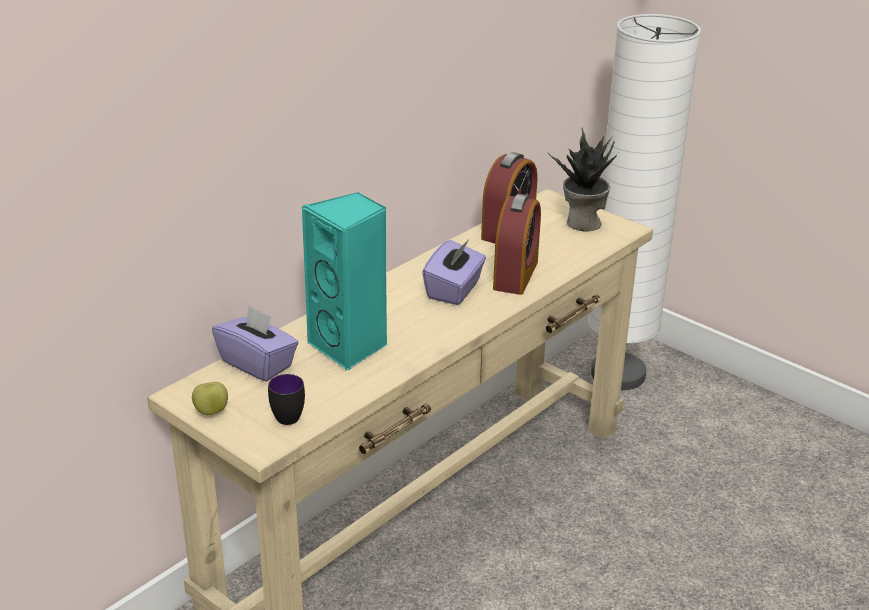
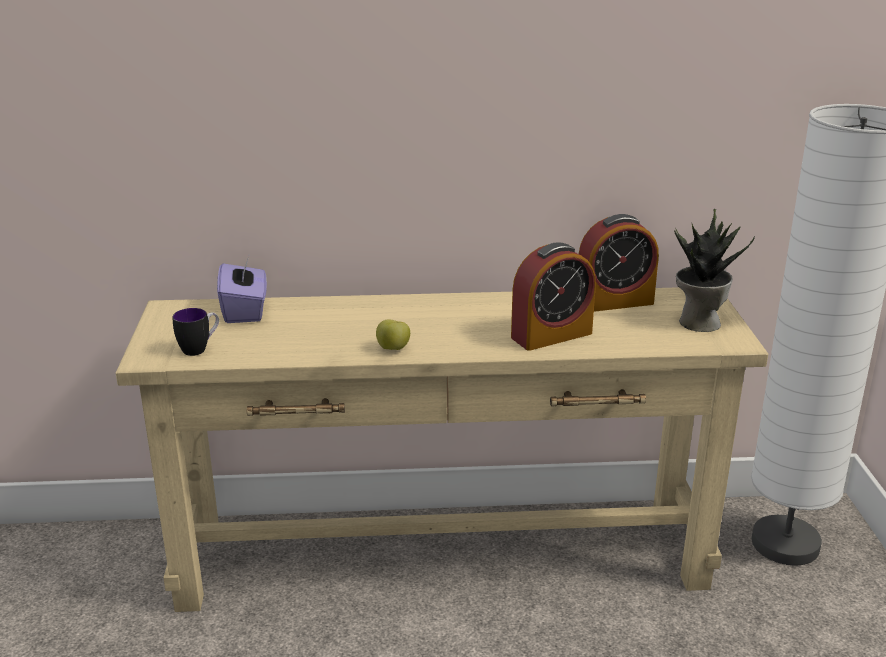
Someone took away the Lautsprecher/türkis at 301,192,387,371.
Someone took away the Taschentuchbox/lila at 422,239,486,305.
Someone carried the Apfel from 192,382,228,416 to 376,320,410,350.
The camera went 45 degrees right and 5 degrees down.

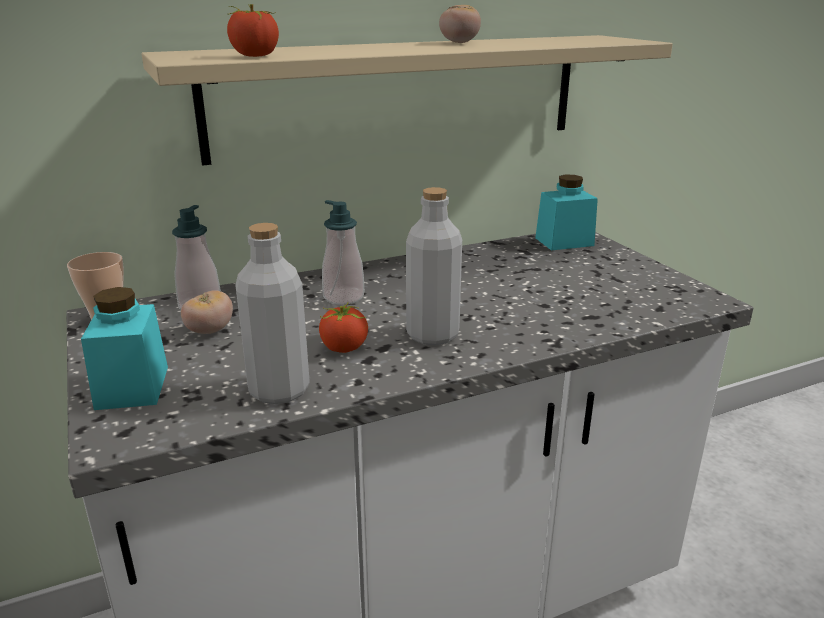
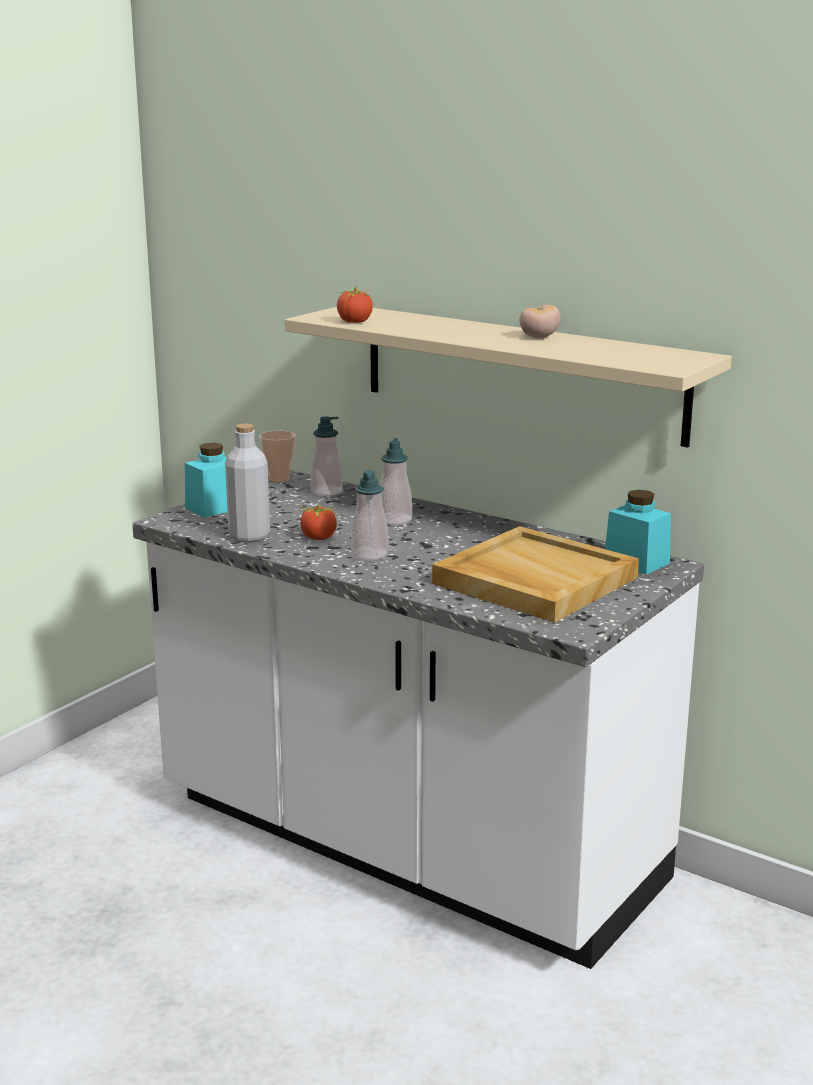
Someone swapped the Flasche/grau at 406,187,462,345 for the Seifenspender at 351,470,388,561.
Someone took away the Tomate at 181,290,233,334.
Someone put down the Tablett/beige at 432,526,639,623.
The camera went 60 degrees right and 5 degrees down.

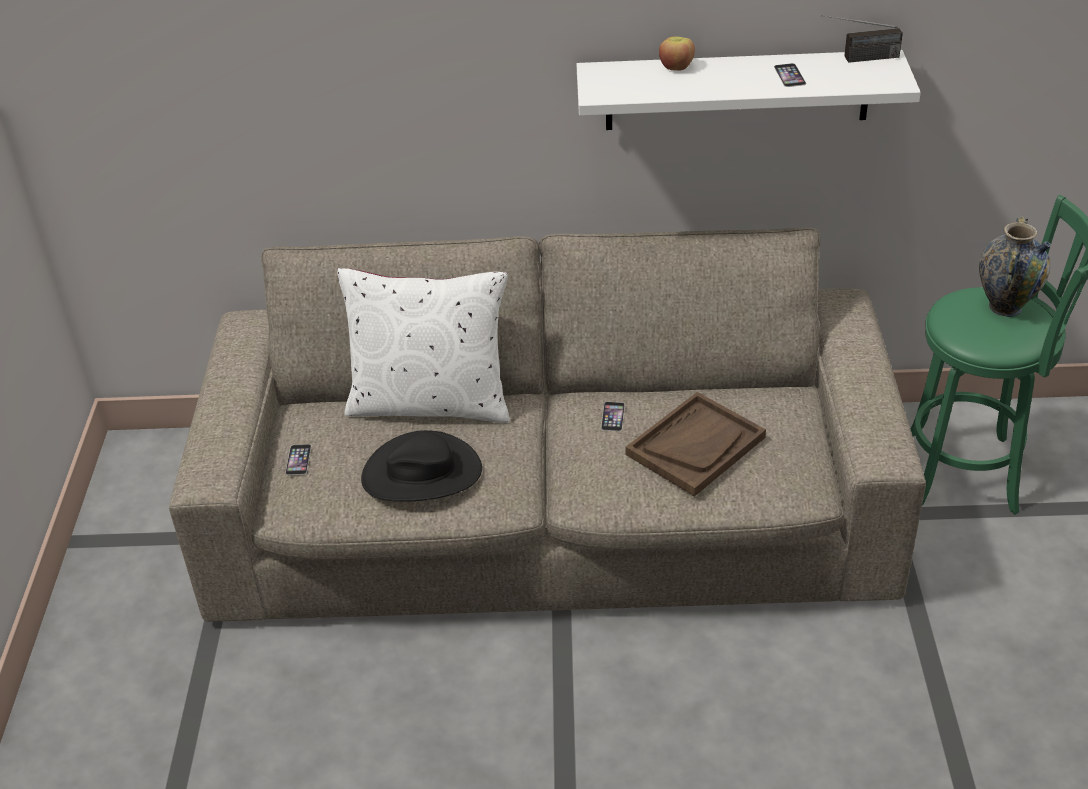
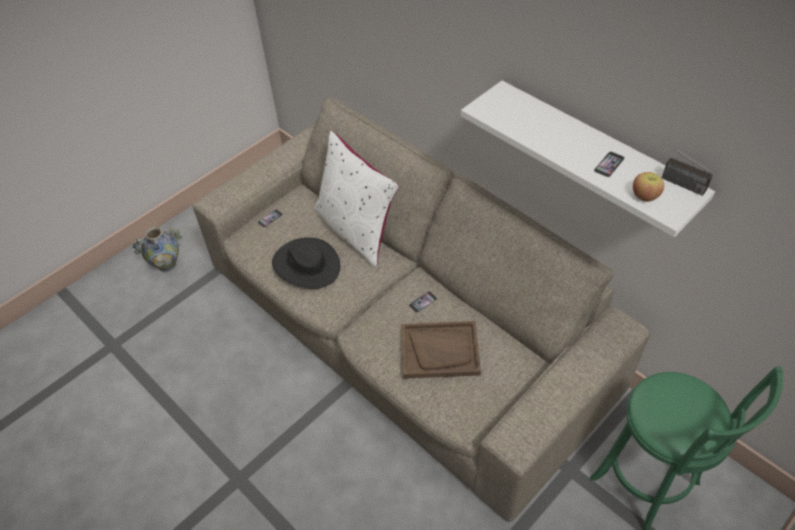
Someone carried the Apfel from 659,37,695,71 to 633,172,664,202.
Someone carried the Vase from 979,216,1051,317 to 132,227,182,273.
The camera went 45 degrees right and 10 degrees up.

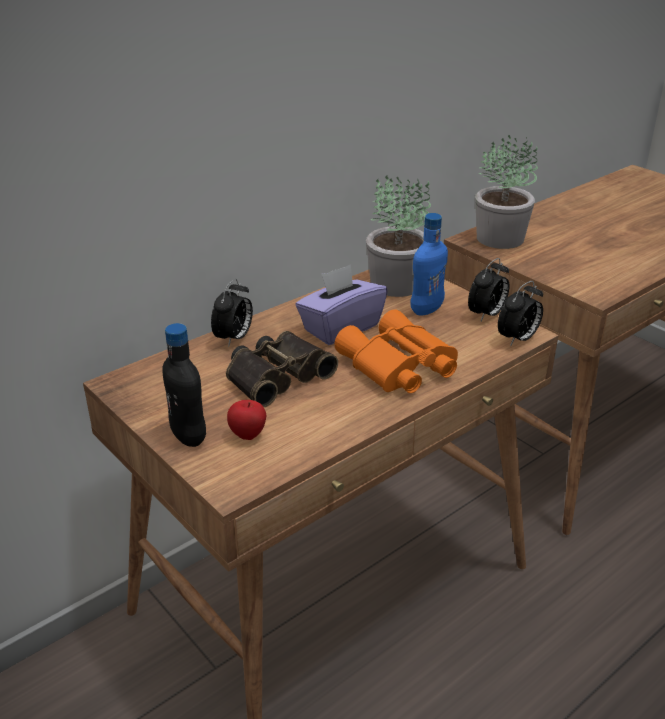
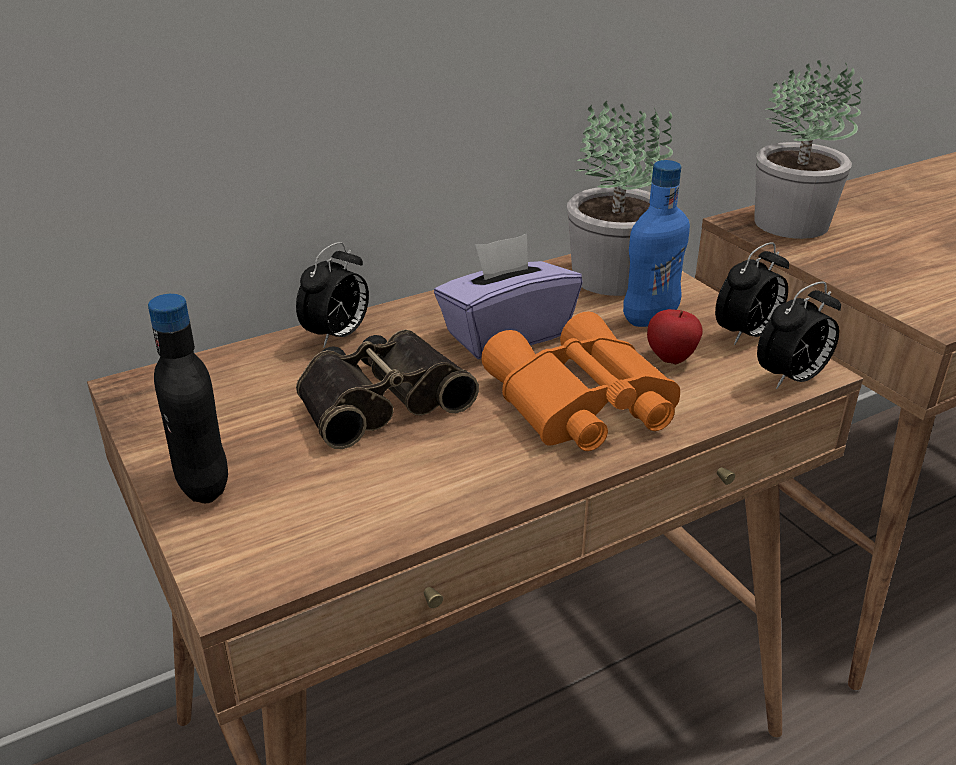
Someone carried the Apfel from 227,400,266,440 to 647,309,703,364.
The camera went 10 degrees right and 0 degrees up.

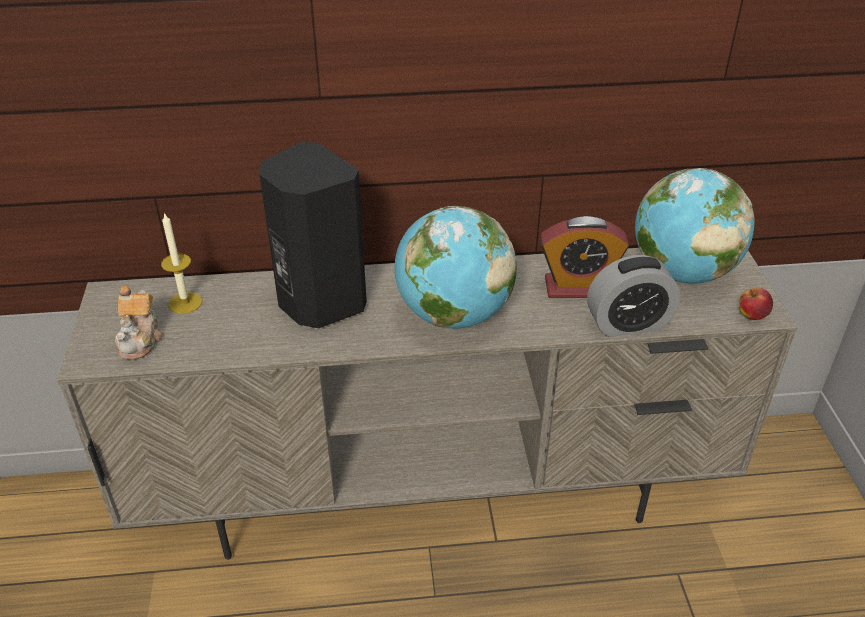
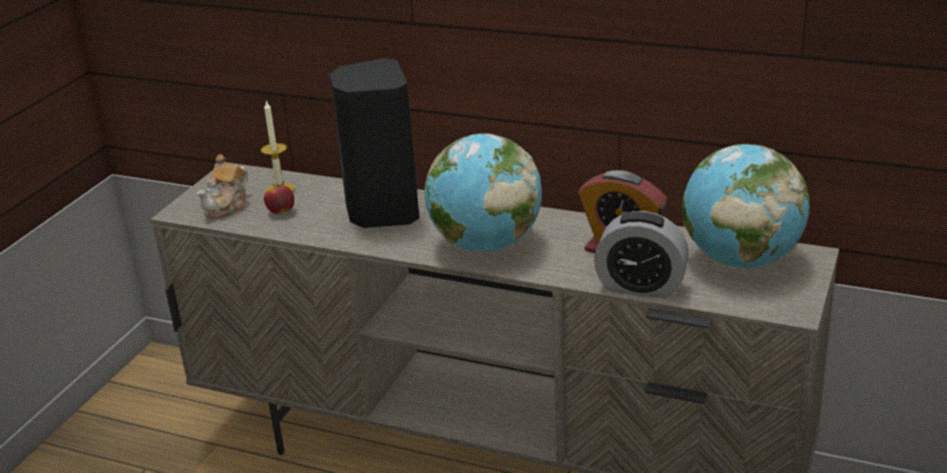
Someone carried the Apfel from 739,288,773,320 to 264,184,294,214.
The camera went 30 degrees right and 10 degrees down.

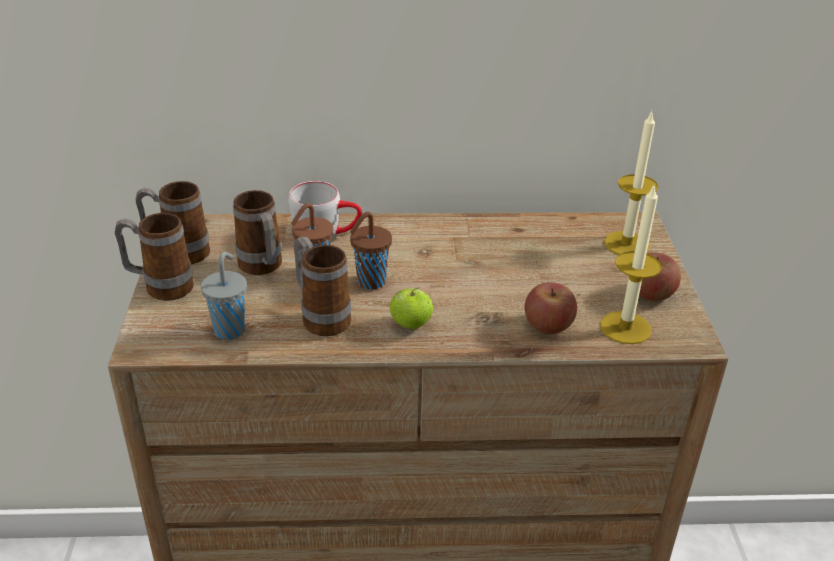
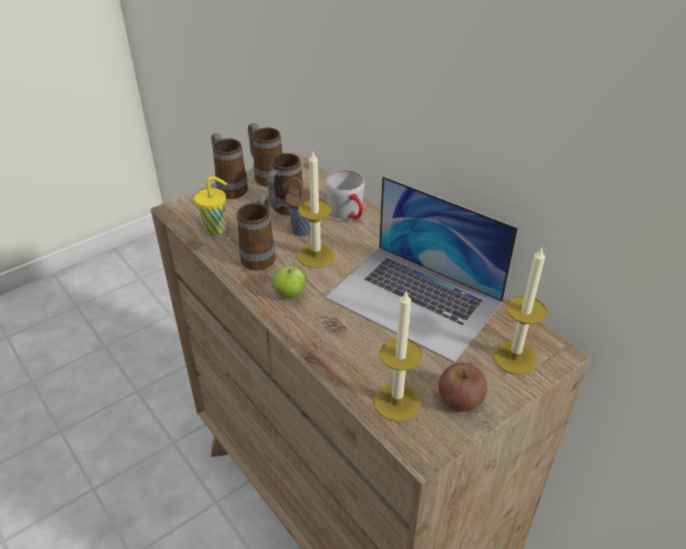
Someone swapped the Tasse/braun at 350,212,392,290 for the Kerze at 298,152,335,268.
Someone repainted the Tasse/grau at 201,252,247,340, which became the Tasse/gelb at 194,176,227,236.
Someone took away the Apfel at 525,282,577,334.
Someone put down the Laptop at 325,176,518,363.
The camera went 55 degrees right and 5 degrees up.

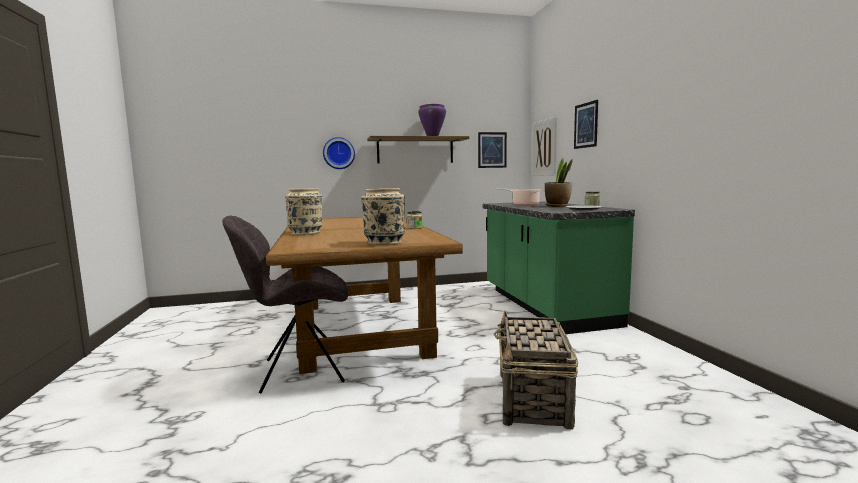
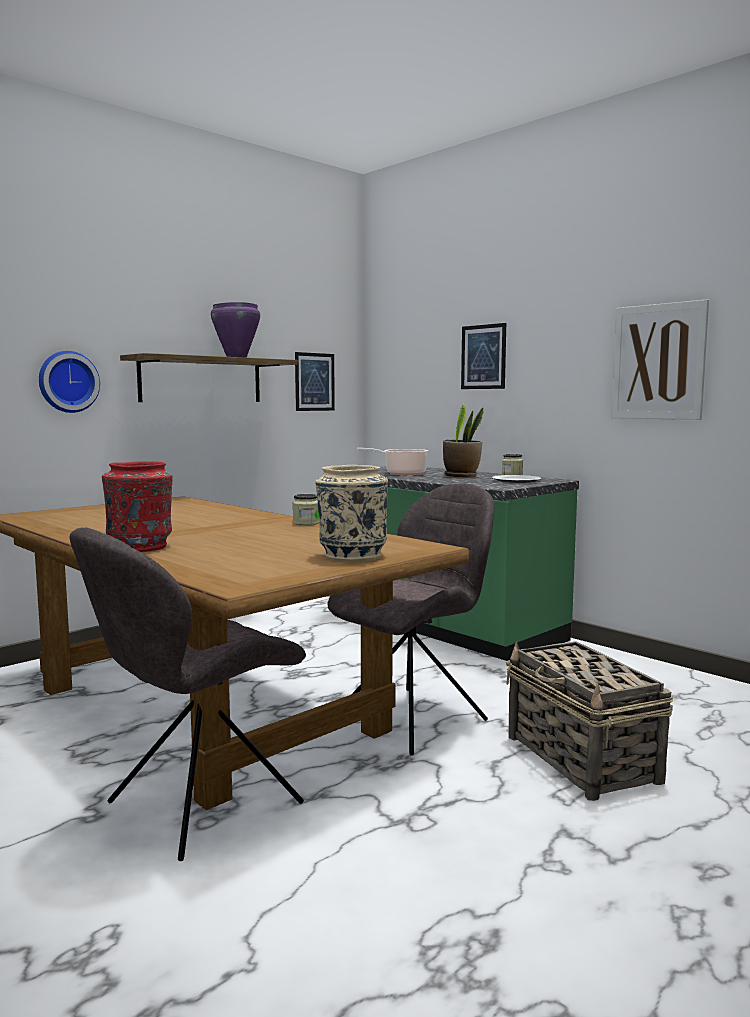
Someone carried the Bild from 532,117,557,176 to 611,299,709,420.
Someone repainted the Vase/beige at 285,188,323,235, which became the Vase/rot at 102,461,173,552.
Someone put down the Stuhl/grau at 327,484,495,756.
The camera went 30 degrees left and 0 degrees up.

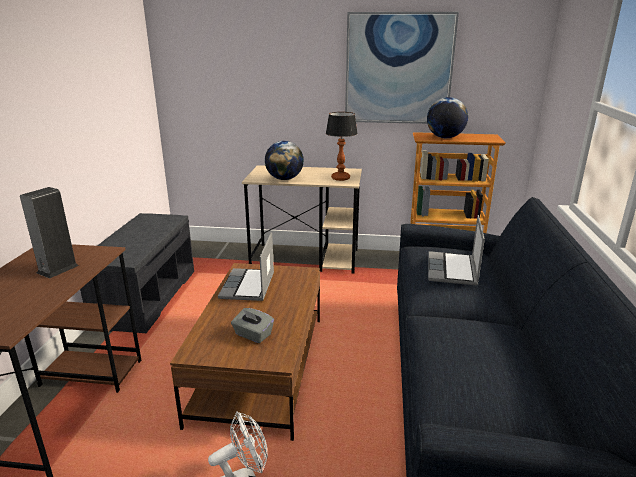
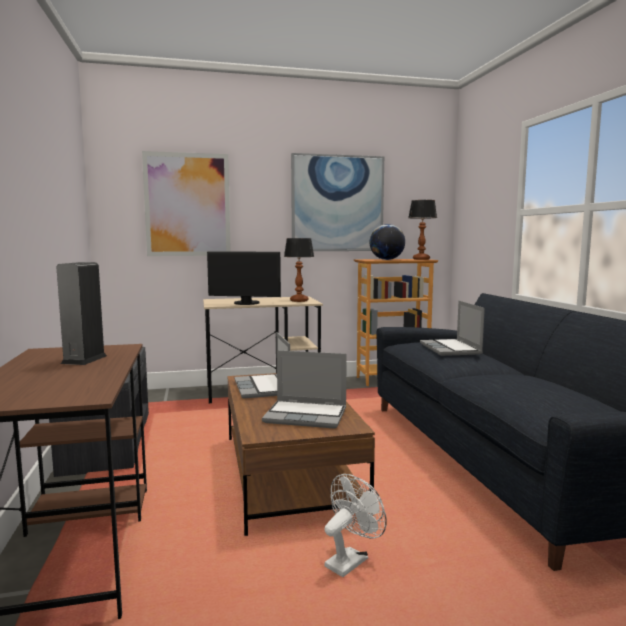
Someone swapped the Globus at 265,141,304,180 for the Monitor at 207,251,281,305.
Someone swapped the Taschentuchbox/grau at 231,308,274,343 for the Laptop at 262,350,347,429.
Someone put up the Bild at 142,151,231,256.
Someone put down the Tischlampe at 408,200,437,260.
The camera went 20 degrees left and 15 degrees down.

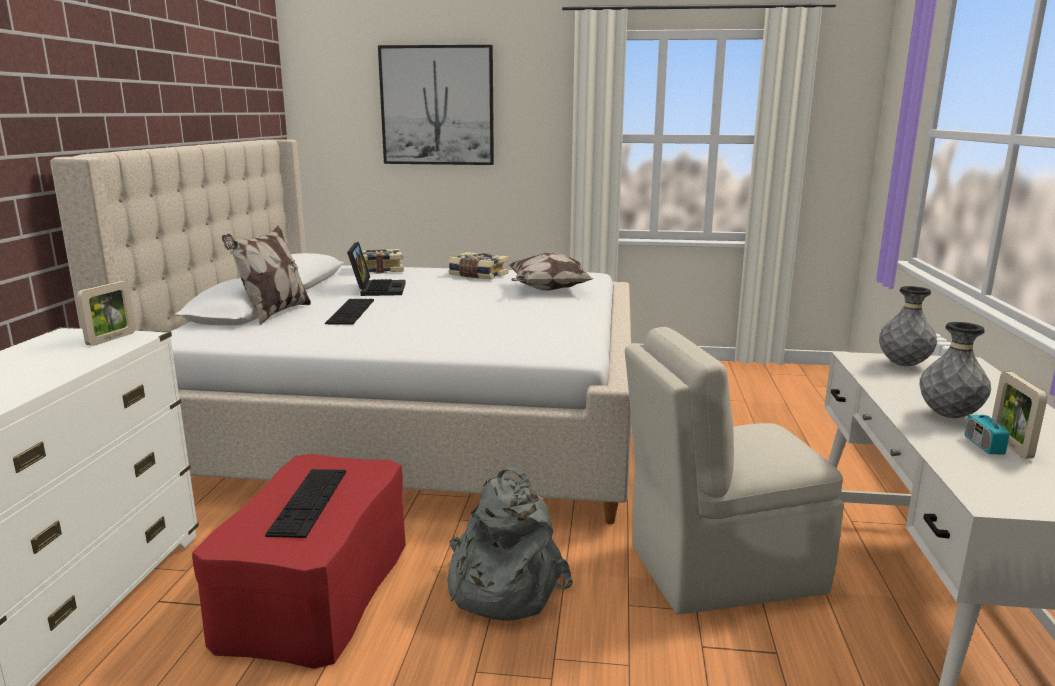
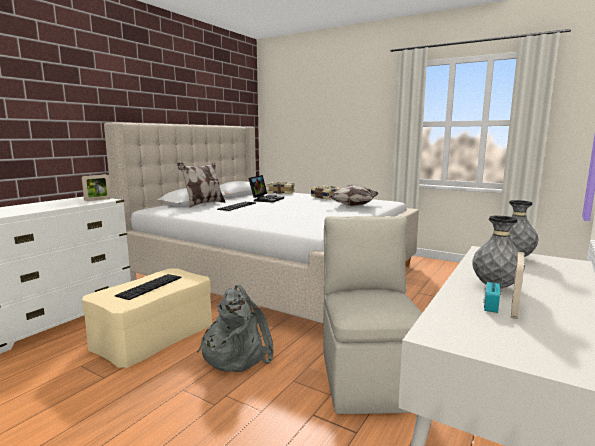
Someone took away the Bild at 378,45,494,165.
Someone rotated the Stuhl/beige at 625,327,844,614 by 75 degrees clockwise.
Someone repainted the Polsterhocker/rot at 192,454,406,669, which became the Polsterhocker/beige at 82,268,212,368.
The camera went 25 degrees right and 5 degrees down.

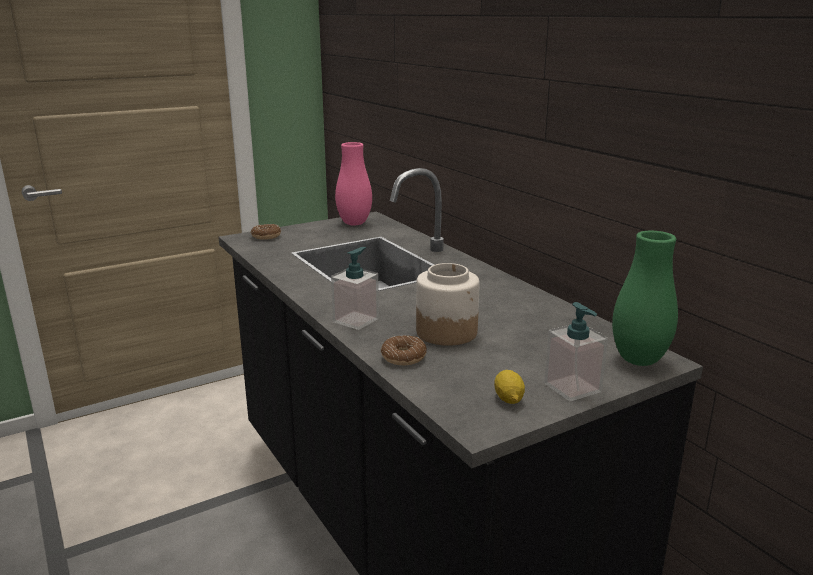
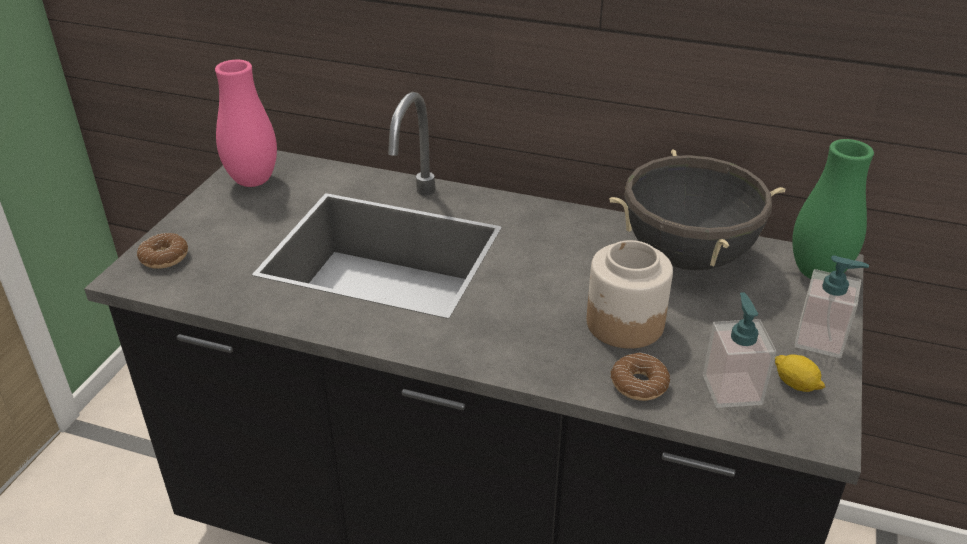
Someone carried the Seifenspender from 331,247,379,330 to 703,292,776,408.
Someone put down the Kochtopf/schwarz at 609,149,785,270.
The camera went 40 degrees left and 15 degrees up.

